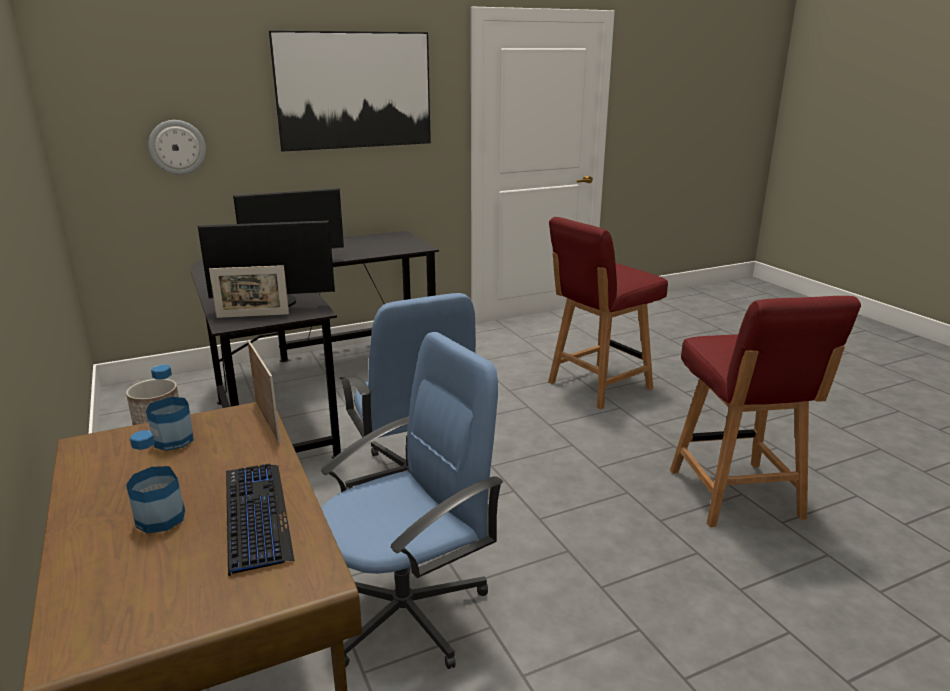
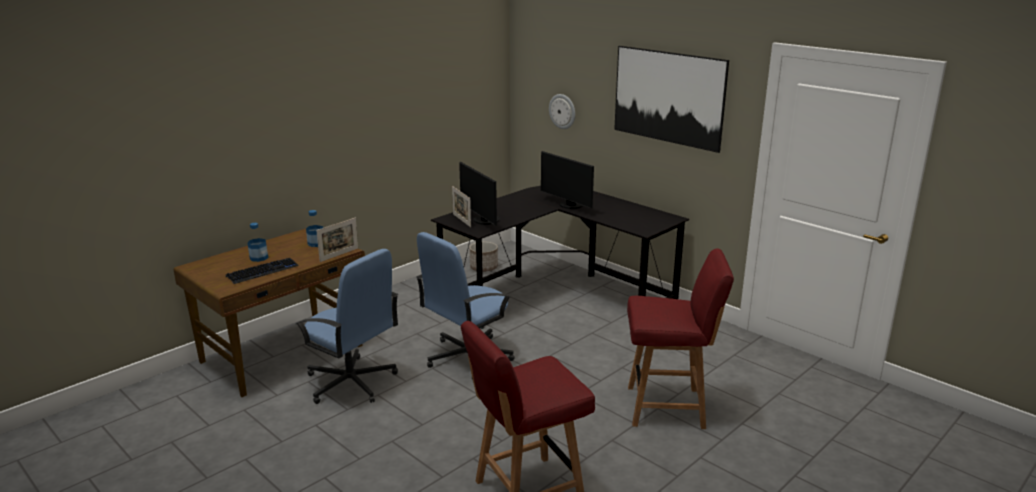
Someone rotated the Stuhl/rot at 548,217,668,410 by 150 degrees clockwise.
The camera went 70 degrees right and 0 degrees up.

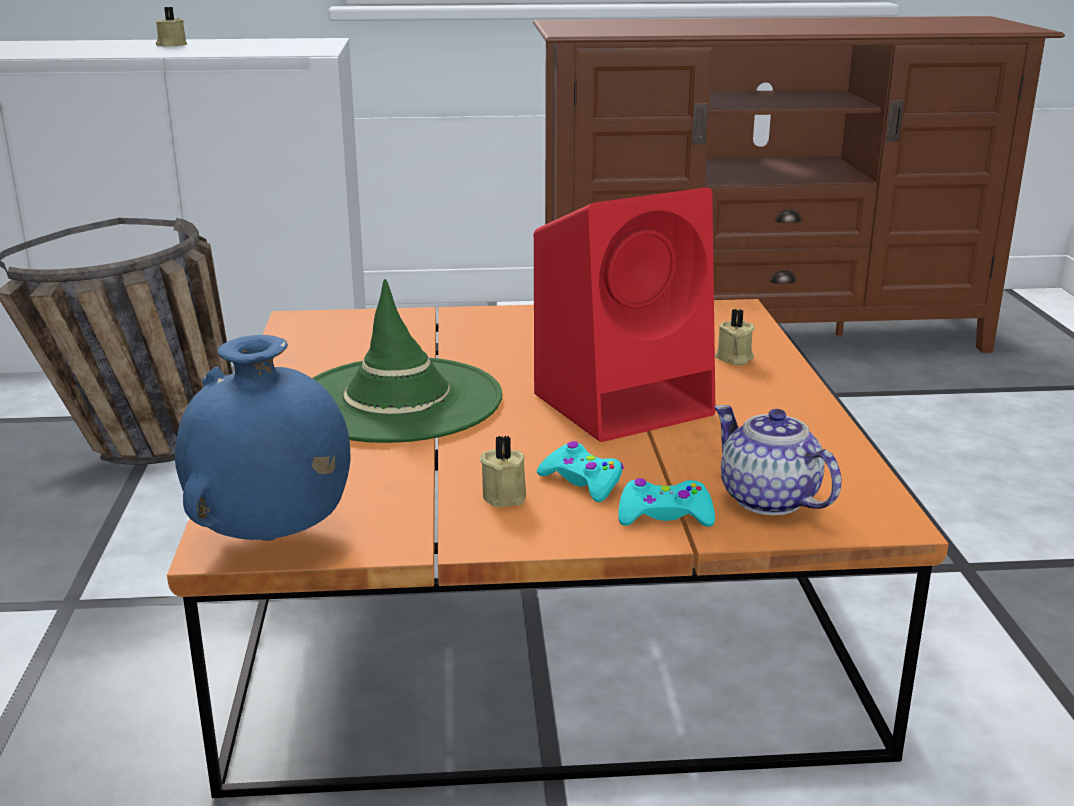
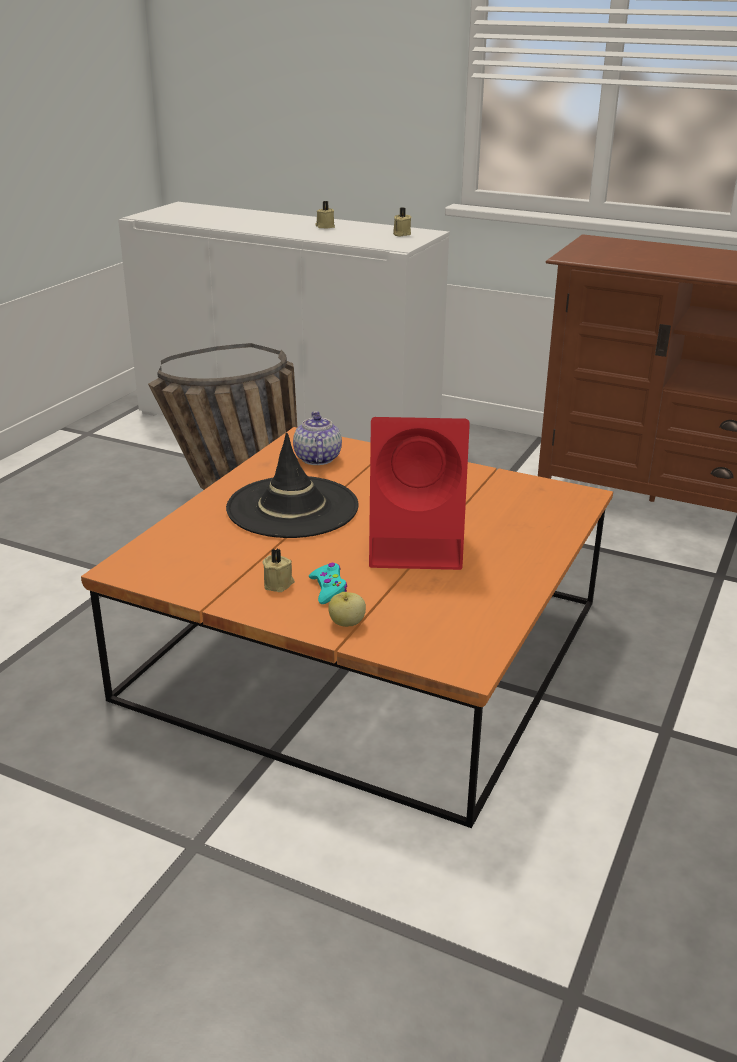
Someone repainted the Hut/grün at 312,279,502,443, which became the Hut/schwarz at 226,433,358,538.
Someone carried the Kerze/beige from 715,309,755,365 to 393,208,412,237.
Someone took away the Vase/blau at 175,335,351,541.
Someone carried the Teekanne from 714,405,842,515 to 293,411,342,465.
Someone swapped the Gamepad/türkis at 618,478,715,527 for the Apfel at 328,592,366,627.
The camera went 30 degrees right and 5 degrees up.

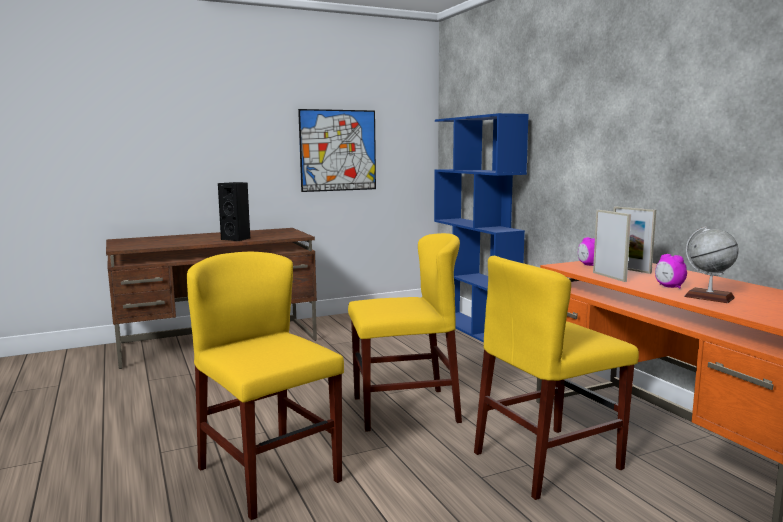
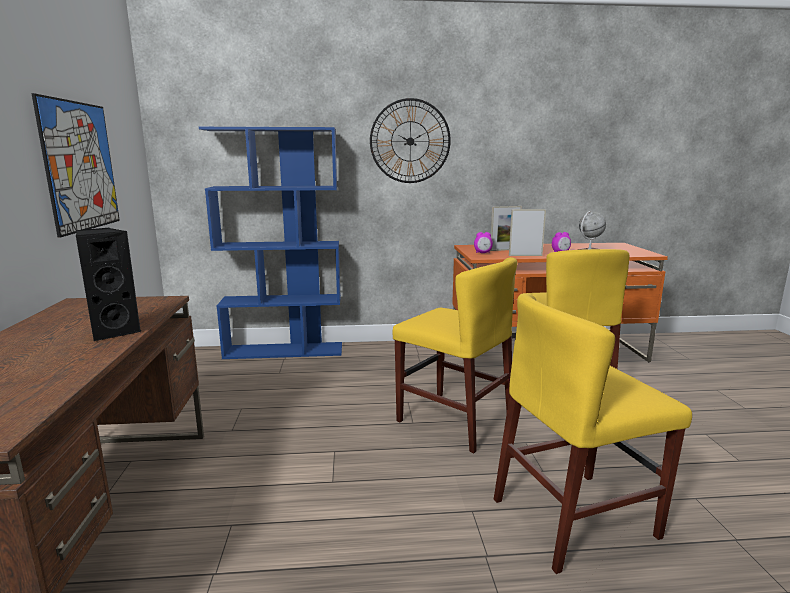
Someone rotated the Stuhl/gelb at 348,233,462,432 by 120 degrees clockwise.
Someone put up the Wanduhr at 370,98,451,183.
The camera went 70 degrees left and 5 degrees up.

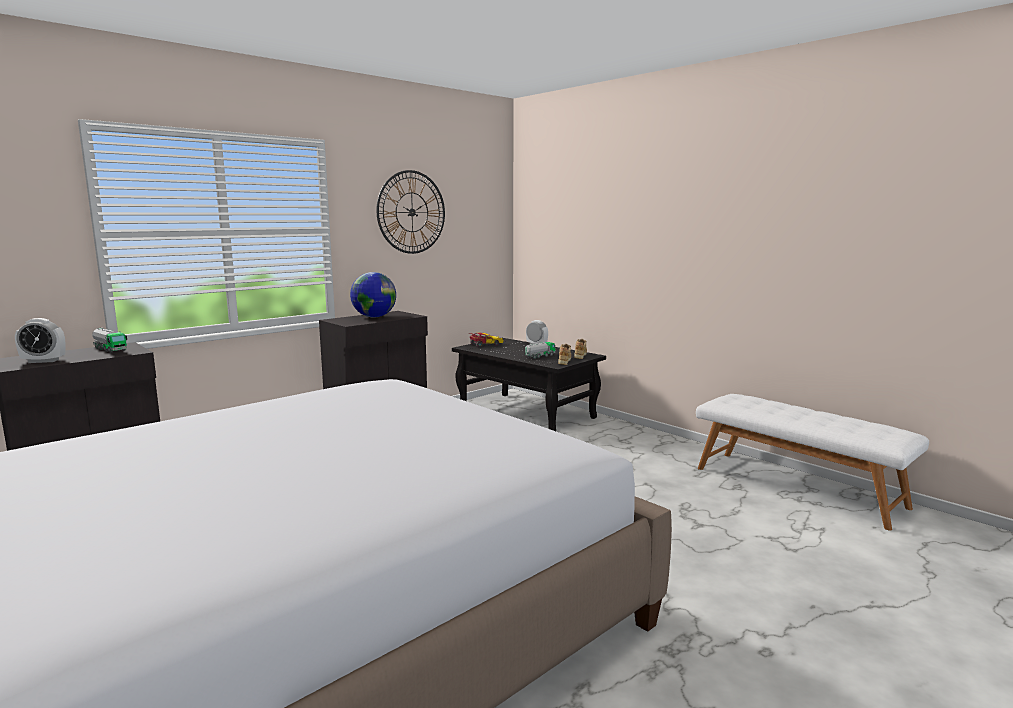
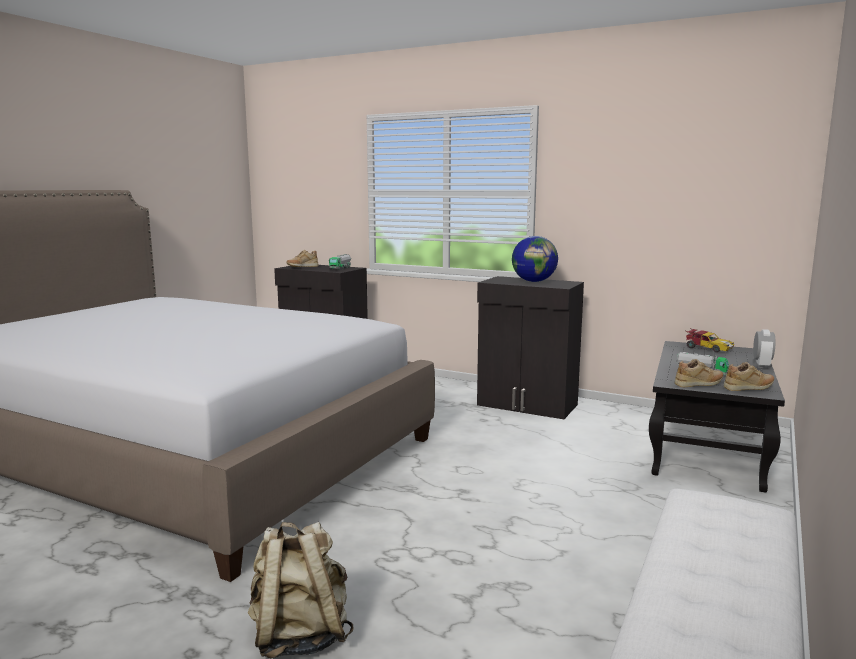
Someone took away the Wanduhr at 377,170,445,254.
Someone swapped the Wecker at 15,318,66,363 for the Schuh/beige at 286,250,318,267.
Someone put down the Rucksack/beige at 248,522,354,659.
The camera went 70 degrees right and 0 degrees up.

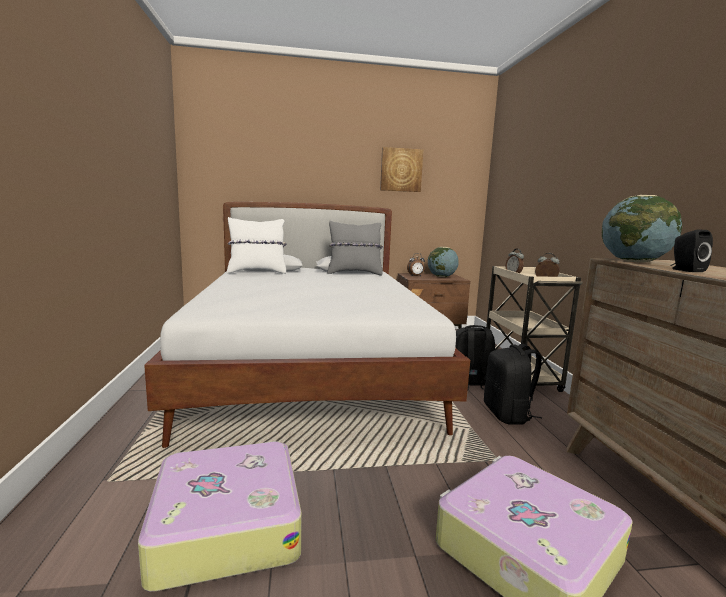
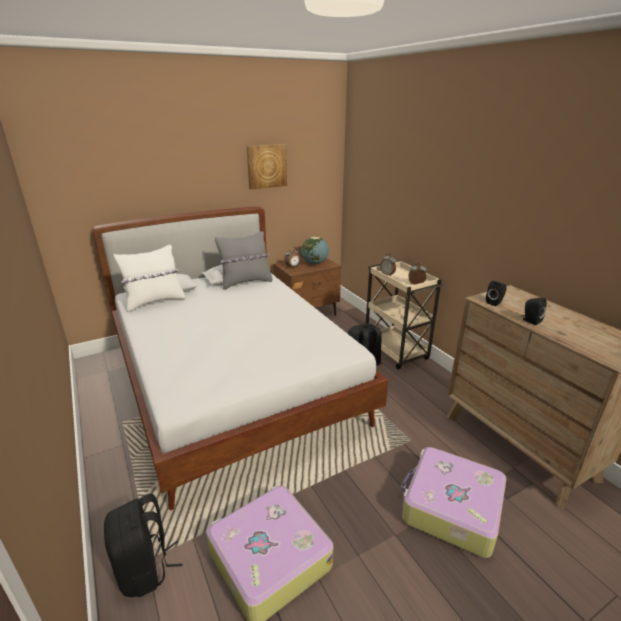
Someone swapped the Globus at 602,195,682,262 for the Lautsprecher/schwarz at 486,281,506,306.
Someone carried the Rucksack/schwarz from 484,344,542,425 to 104,493,182,597.
The camera went 20 degrees left and 15 degrees up.

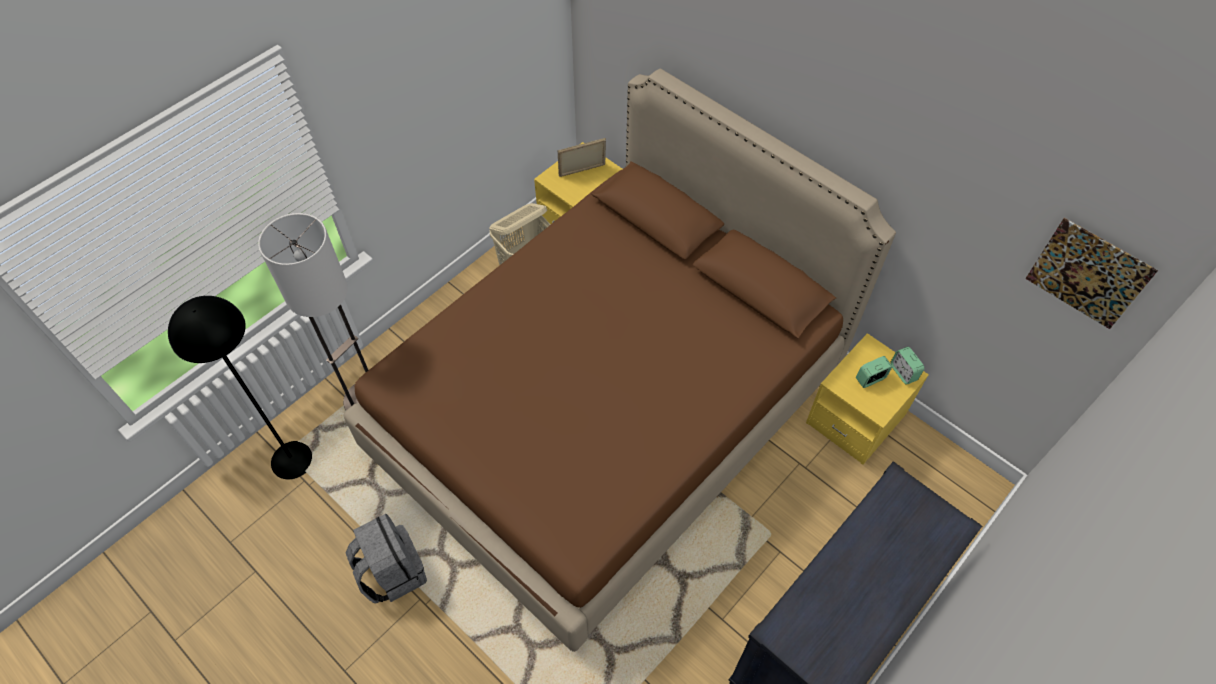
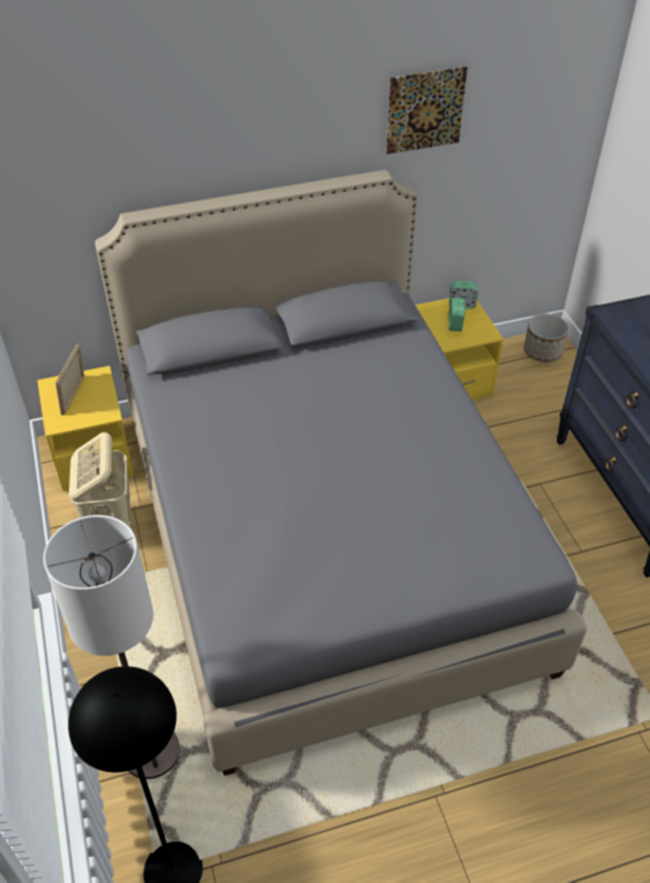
Someone repainted the Bett/braun at 343,68,896,652, which became the Bett/grau at 95,170,587,776.
Someone carried the Bild from 1025,218,1158,329 to 386,66,468,154.
Someone took away the Rucksack/grau at 346,514,427,604.
Someone put down the Pflanzkübel at 524,314,569,362.
The camera went 60 degrees left and 10 degrees down.

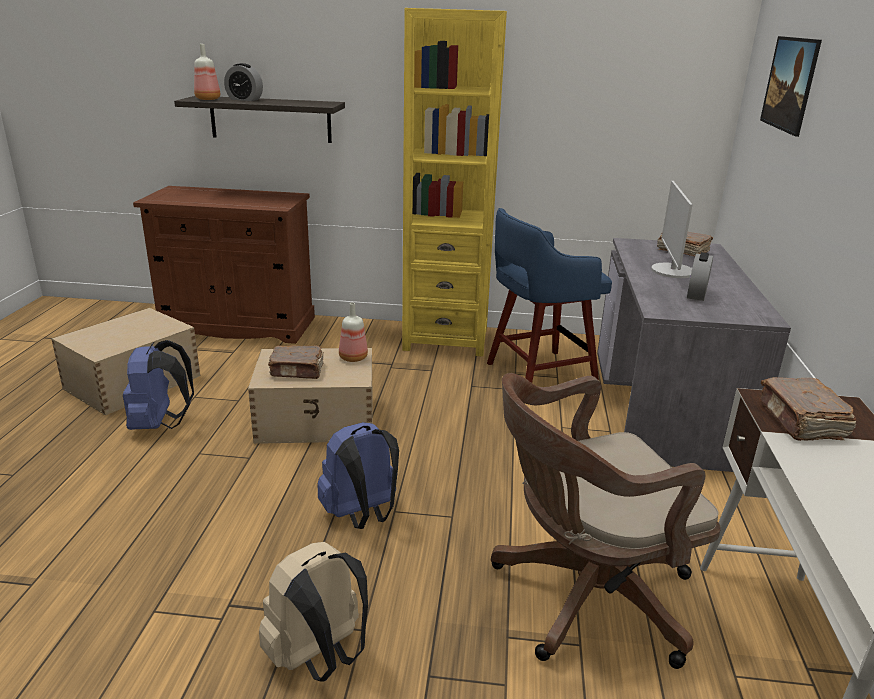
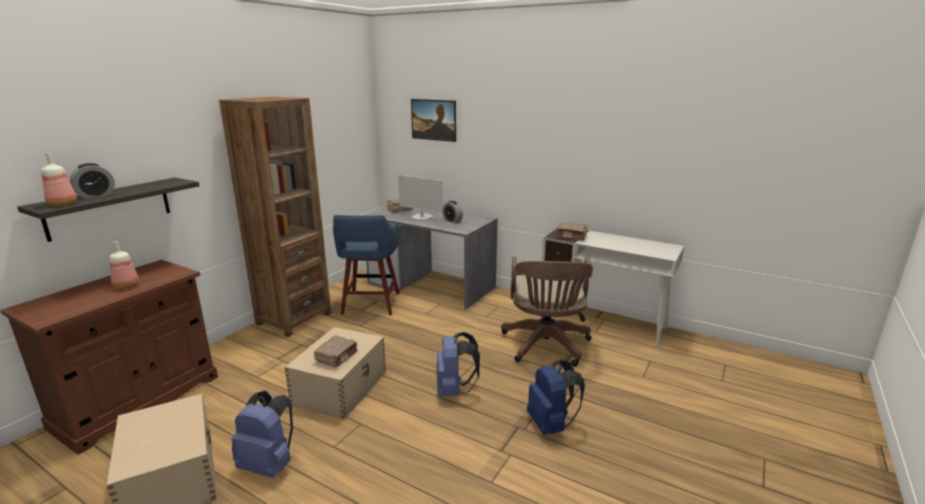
Someone repainted the Bücherregal/gelb at 402,8,507,357, which became the Bücherregal/braun at 219,97,331,337.
Someone carried the Flasche from 339,302,368,362 to 109,241,139,289.
Someone repainted the Rucksack/beige at 259,542,368,682, which became the Rucksack/blau at 527,359,585,435.
The camera went 65 degrees left and 5 degrees down.

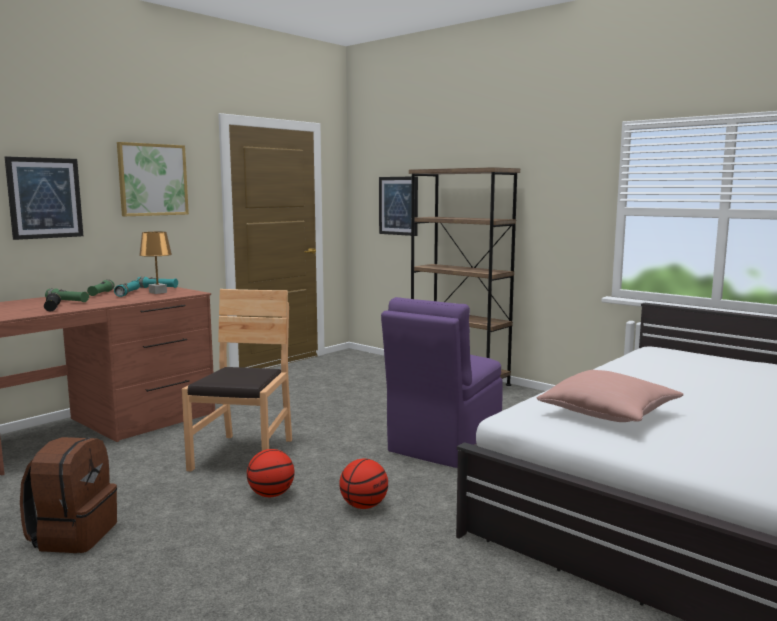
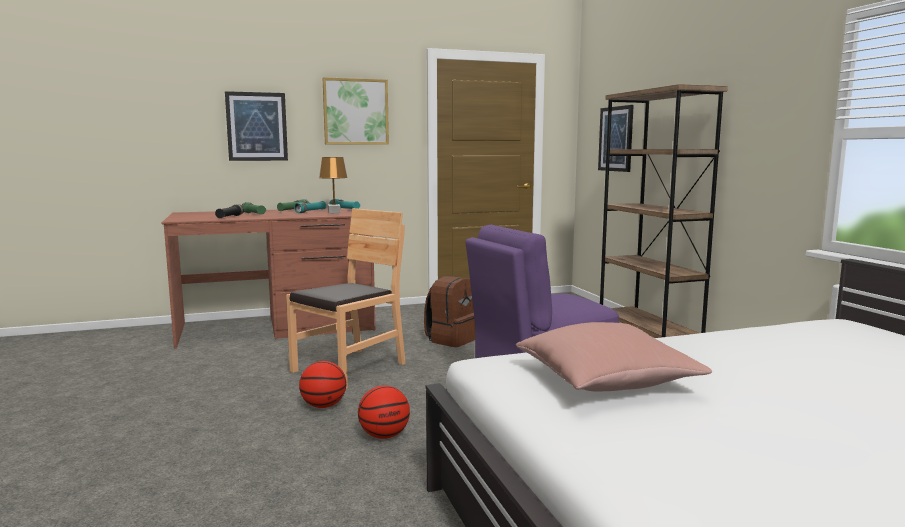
Someone carried the Rucksack/braun from 20,437,117,553 to 424,276,475,347.
The camera went 30 degrees right and 0 degrees up.

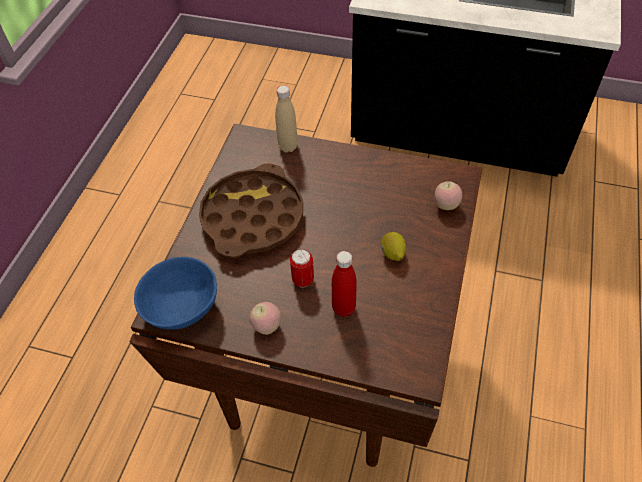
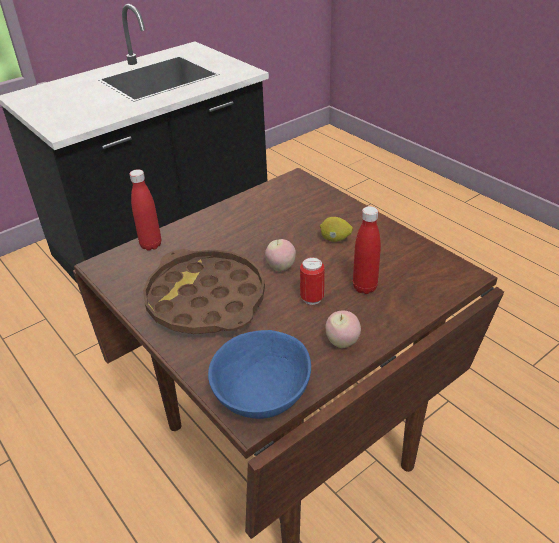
Someone repainted the Flasche/beige at 275,86,298,153, which became the Flasche/rot at 129,169,161,251.
Someone carried the Apfel from 434,181,462,210 to 265,239,296,271.
The camera went 55 degrees left and 15 degrees down.

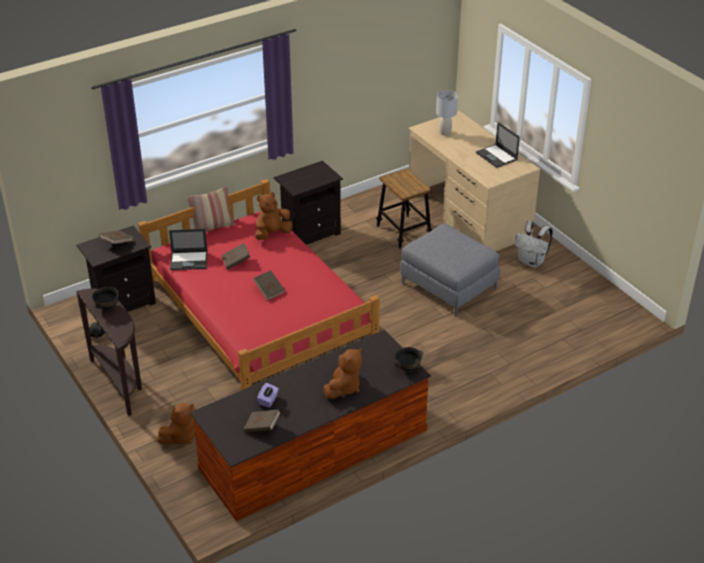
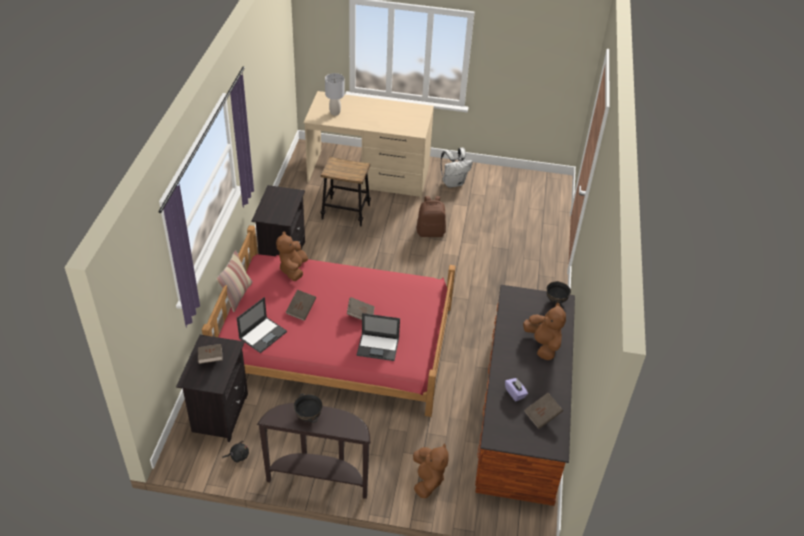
Someone carried the Laptop from 476,122,520,168 to 357,313,400,361.
Someone swapped the Polsterhocker/grau at 400,223,500,317 for the Rucksack/braun at 417,196,446,237.
The camera went 50 degrees left and 5 degrees up.

